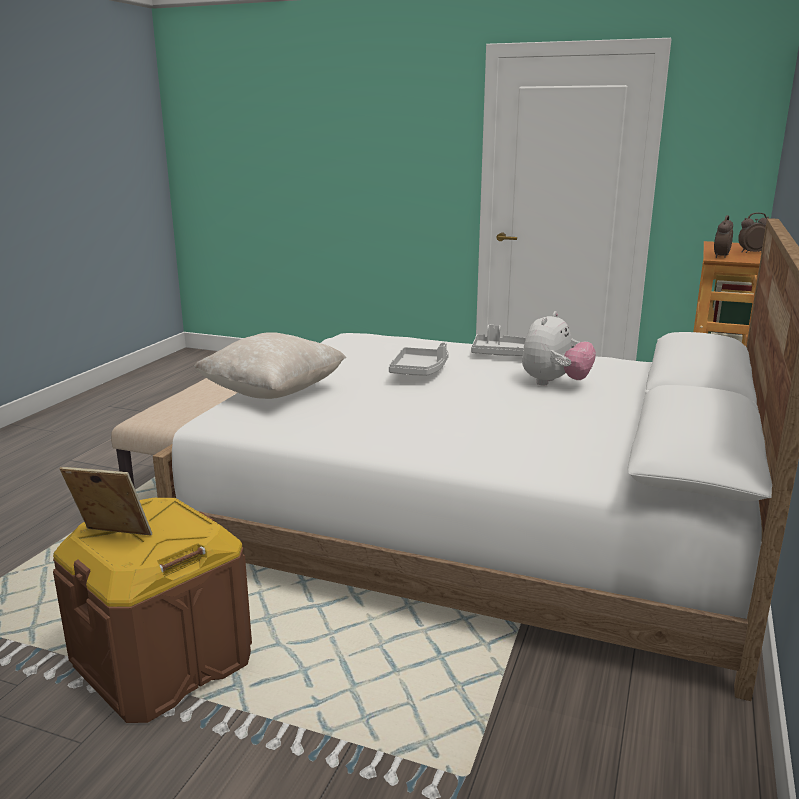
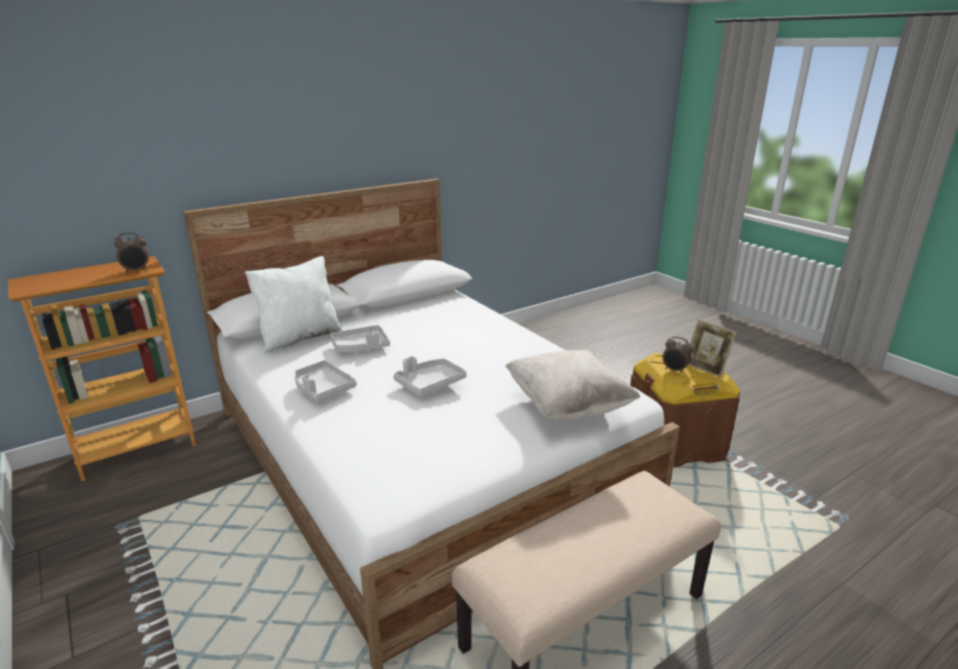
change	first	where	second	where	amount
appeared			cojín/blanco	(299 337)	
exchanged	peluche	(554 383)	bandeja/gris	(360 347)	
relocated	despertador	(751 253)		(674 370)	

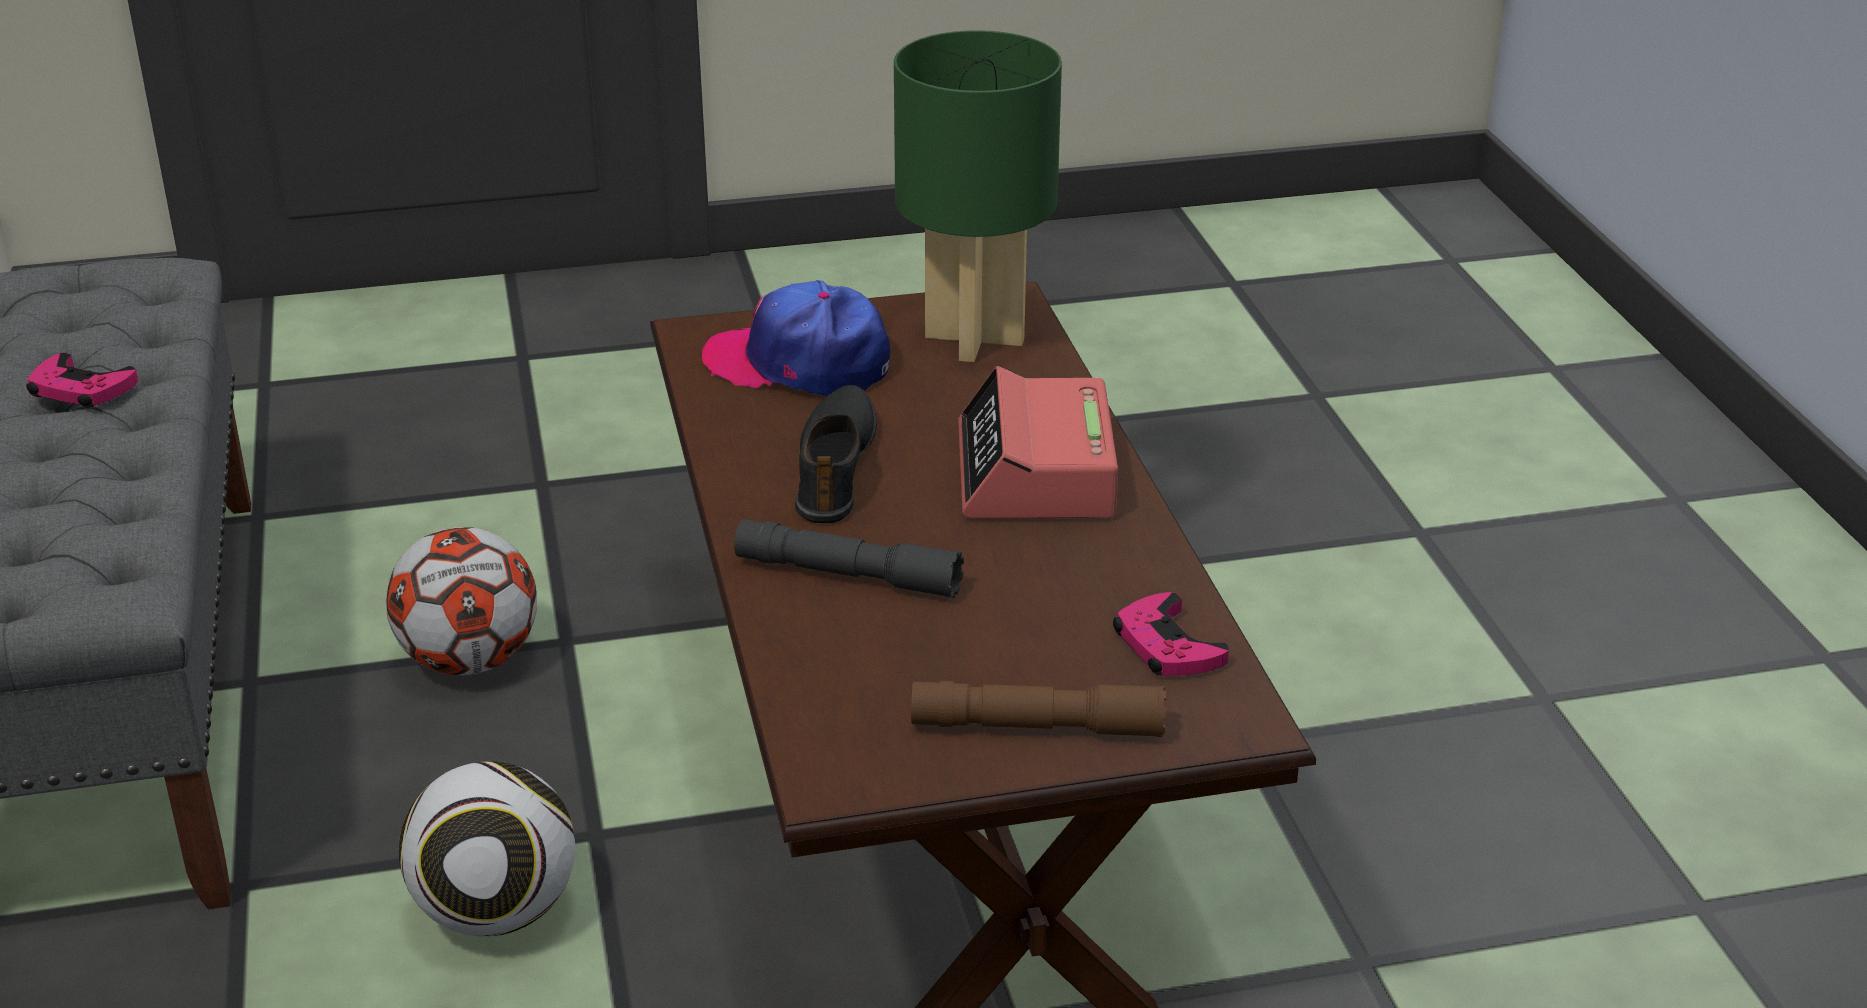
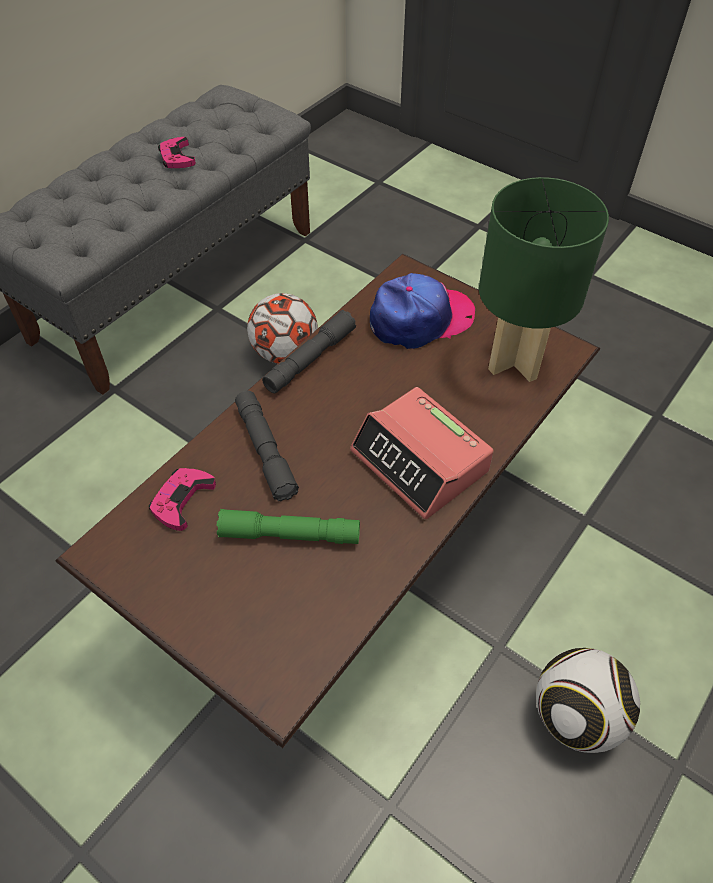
change	first	where	second	where	amount
relocated	mando de consola/rosa	(1167 646)		(182 500)	
appeared			linterna/verde	(290 534)	
appeared			linterna/gris	(310 359)	
spun	despertador	(1036 473)		(420 462)	90 degrees counterclockwise
spun	gorra	(799 363)		(420 319)	90 degrees clockwise
relocated	balón de fútbol	(496 912)		(576 715)	
missing	zapato/negro	(837 467)			
missing	linterna/marrón	(1037 727)			

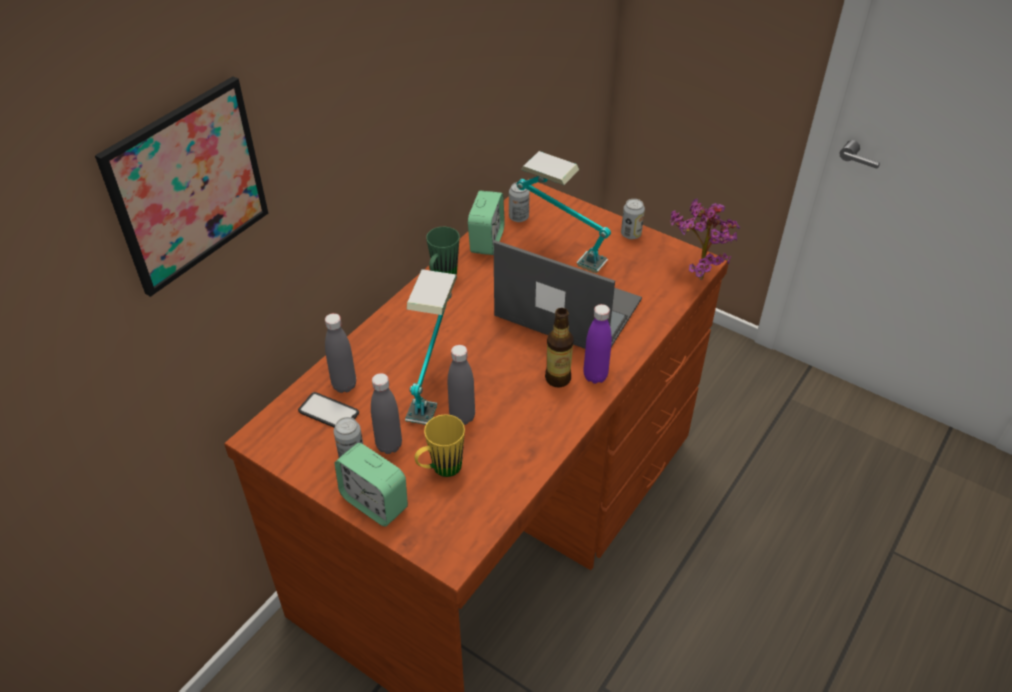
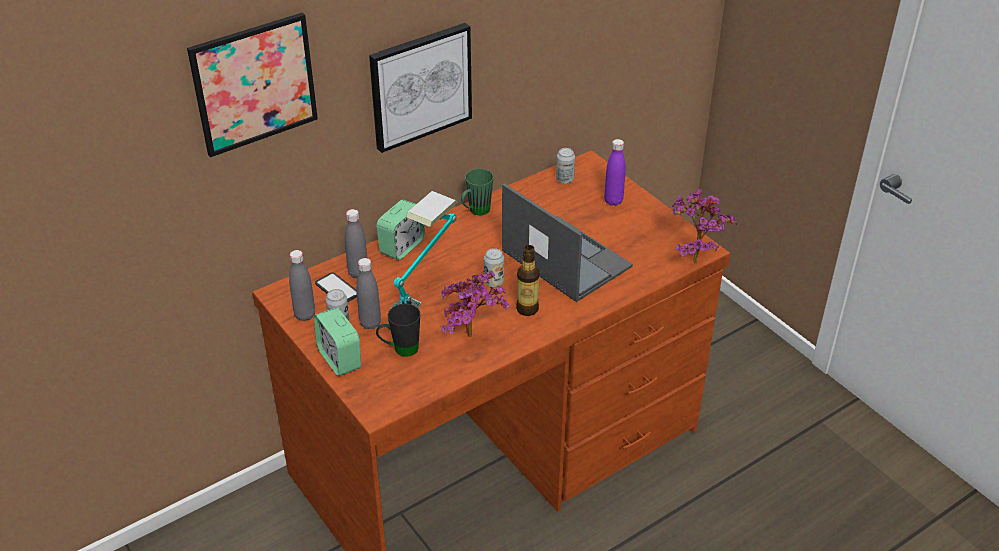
change	first	where	second	where	amount
relocated	botella/gris	(462 417)		(305 315)	
appeared			cuadro	(420 86)	
relocated	despertador	(487 241)		(402 247)	
colour	taza grande/amarillo	(440 469)	taza grande/negro	(400 350)	
appeared			planta en maceta	(473 338)	
relocated	lata	(631 234)		(494 282)	
relocated	botella/morado	(595 376)		(613 201)	
missing	lámpara de mesa	(560 251)			

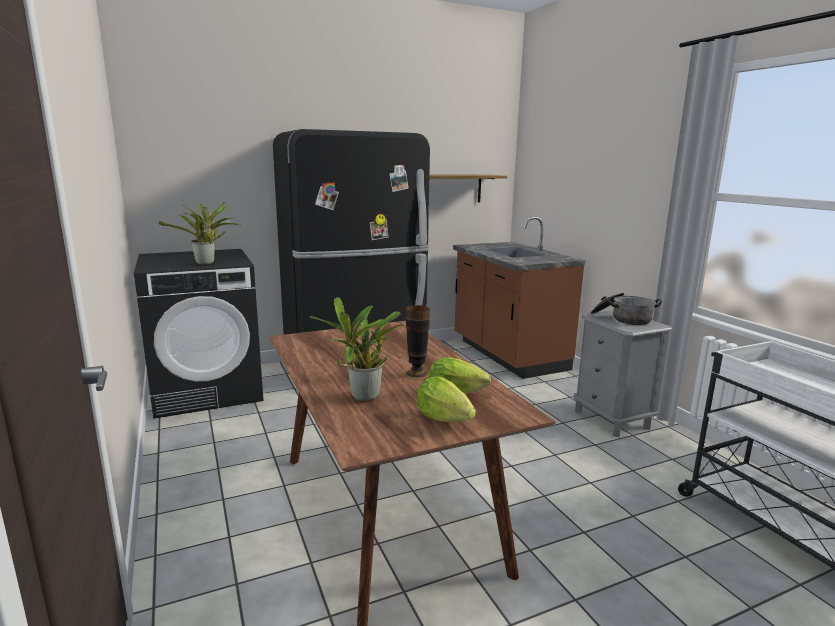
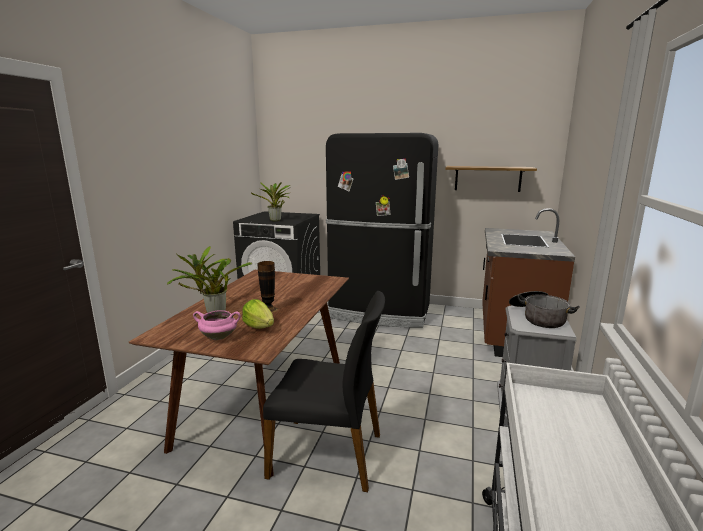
change	first	where	second	where	amount
exchanged	lechuga	(443 418)	olla/rosa	(219 337)	
appeared			silla/negro	(328 454)	

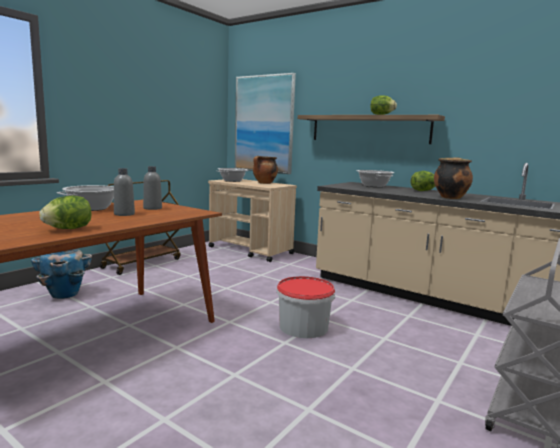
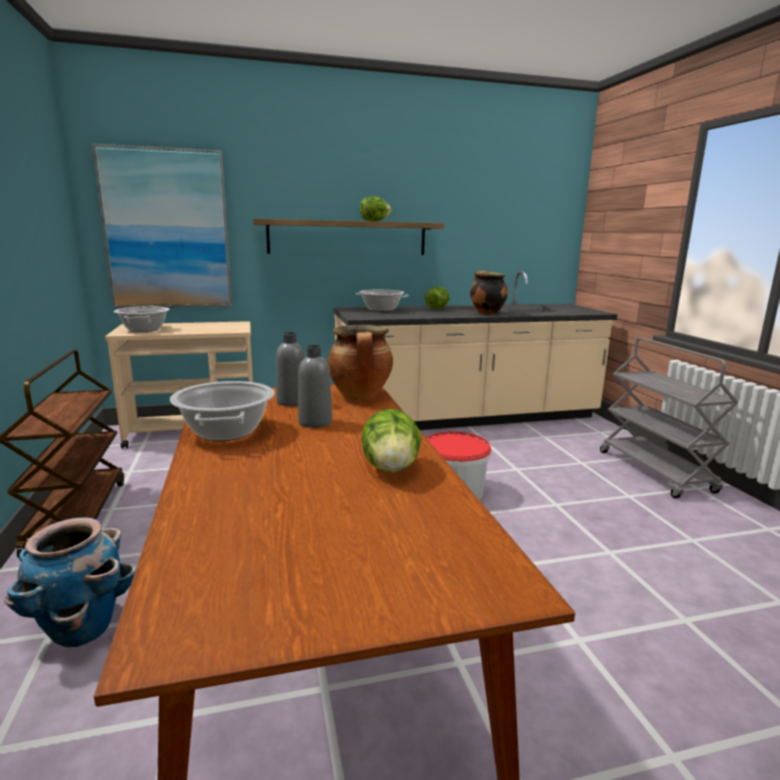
change	first	where	second	where	amount
relocated	olla	(264 183)		(361 397)	

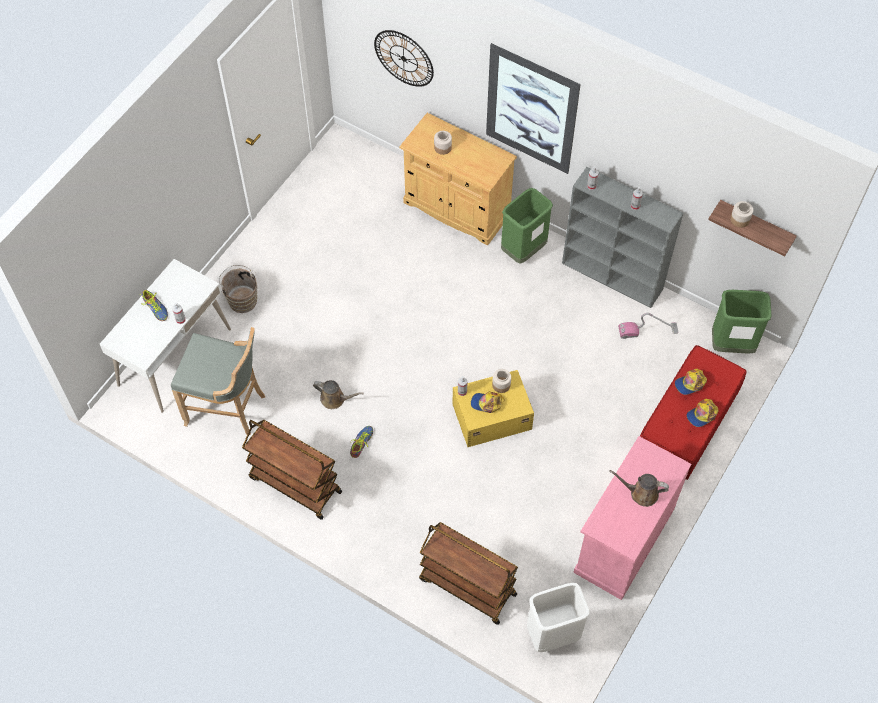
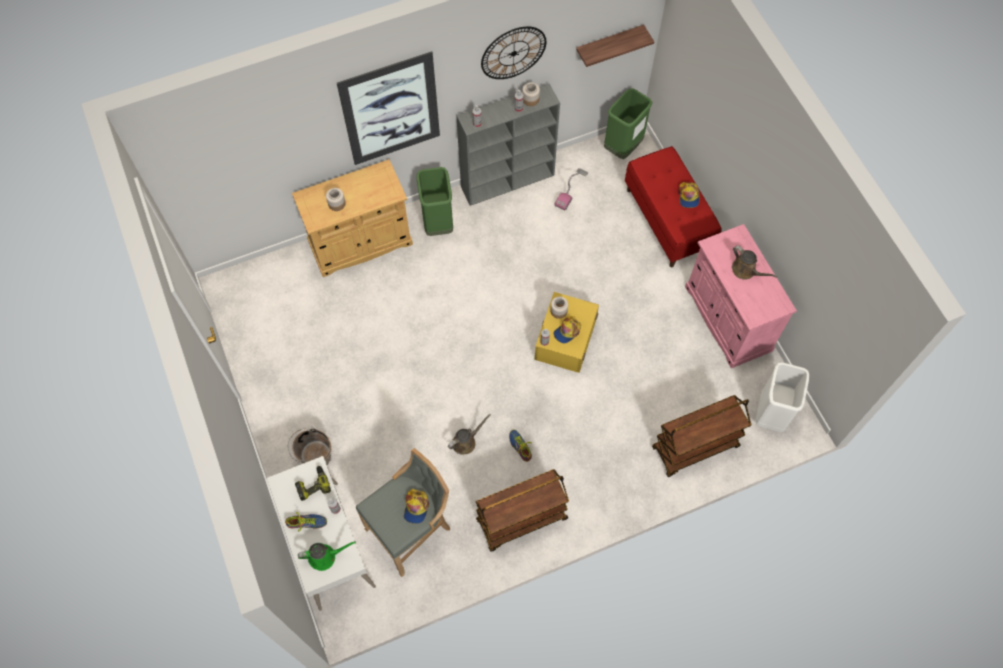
change	first	where	second	where	amount
appeared			taladro	(313 485)	
appeared			regadera/verde	(325 556)	
relocated	gorra	(690 383)		(416 507)	
relocated	reloj de pared	(403 58)		(513 53)	
relocated	tarro	(739 219)		(530 99)	
spun	regadera/marrón	(641 493)		(745 270)	90 degrees counterclockwise

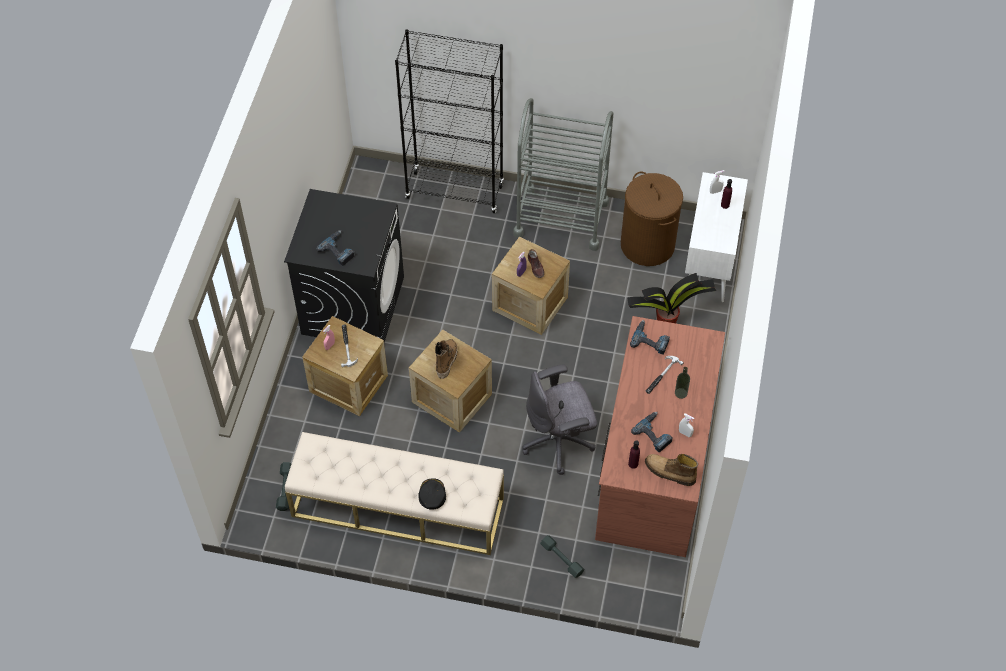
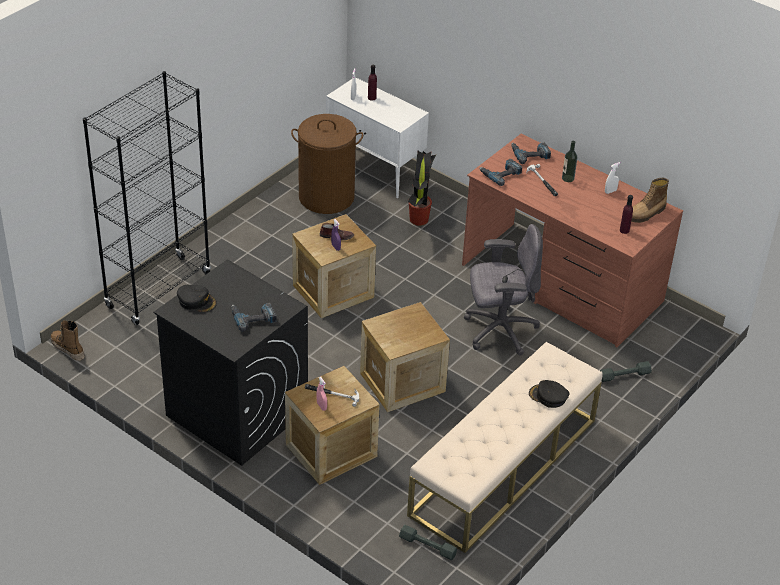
change	first	where	second	where	amount
relocated	bota	(446 361)		(67 349)	
appeared			gorra/negro	(197 301)	
spun	silla de oficina/gris	(559 441)		(499 330)	105 degrees counterclockwise
relocated	taladro	(654 433)		(530 154)	
missing	carrito/gris	(561 218)			

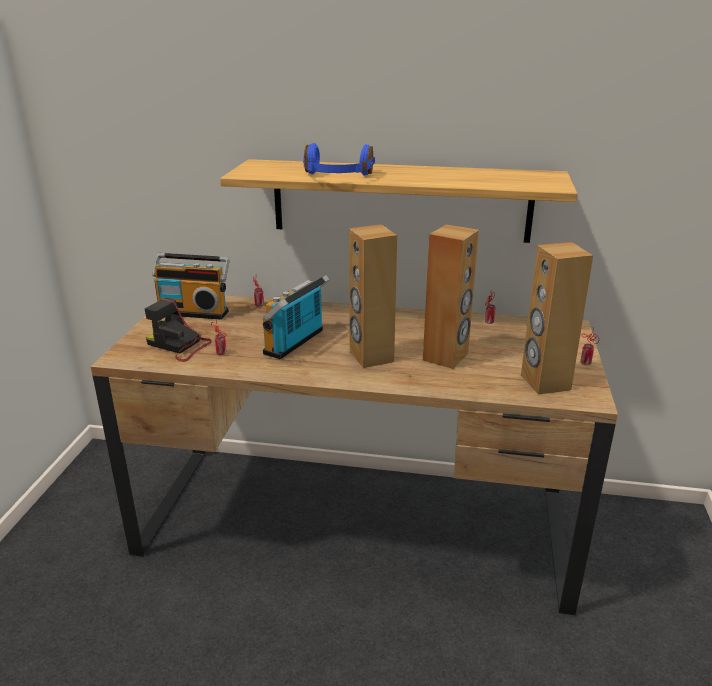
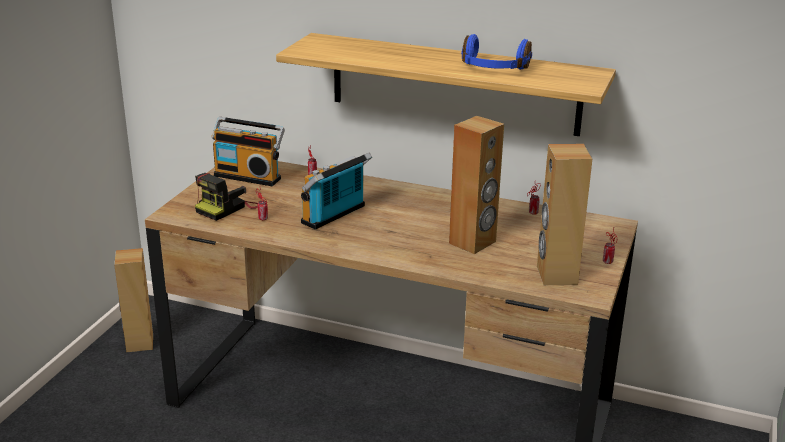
change	first	where	second	where	amount
relocated	altavoz/marrón	(370 357)		(139 343)	
spun	cámara	(179 346)		(227 208)	90 degrees counterclockwise
relocated	auriculares/azul	(337 177)		(493 69)	

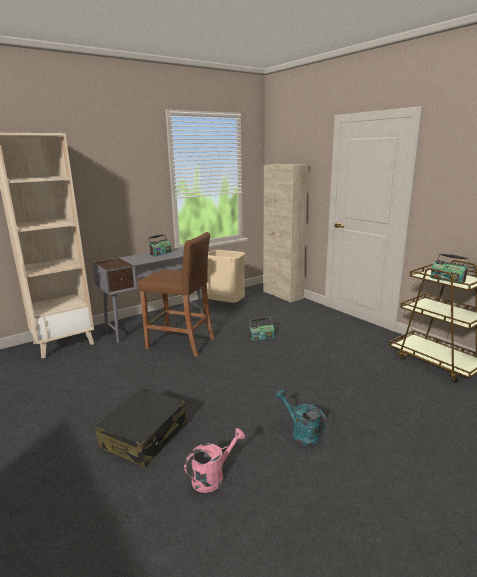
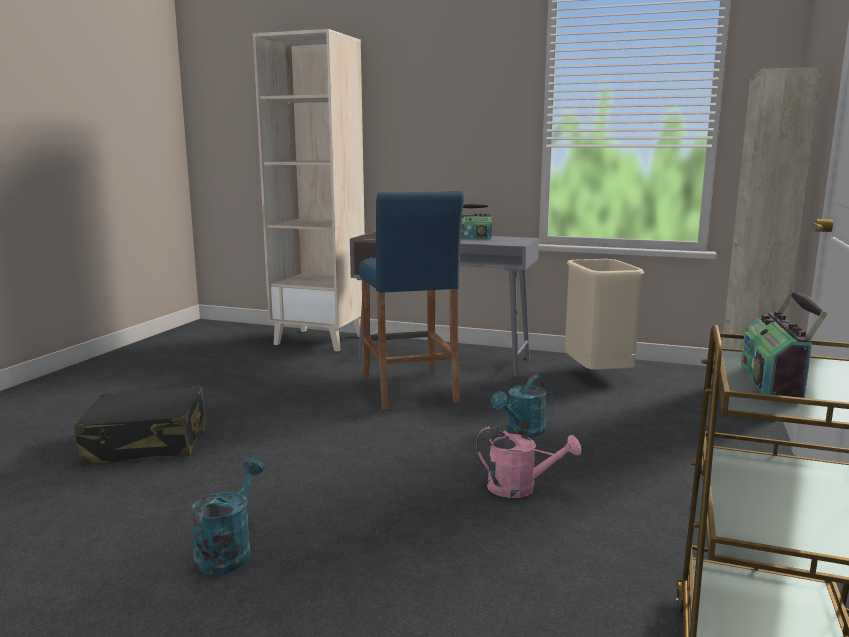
change	first	where	second	where	amount
colour	taburete/marrón	(180 343)	taburete/azul	(409 389)	
relocated	regadera/rosa	(213 477)		(520 488)	
exchanged	radio	(261 337)	regadera/turquesa	(522 432)	

